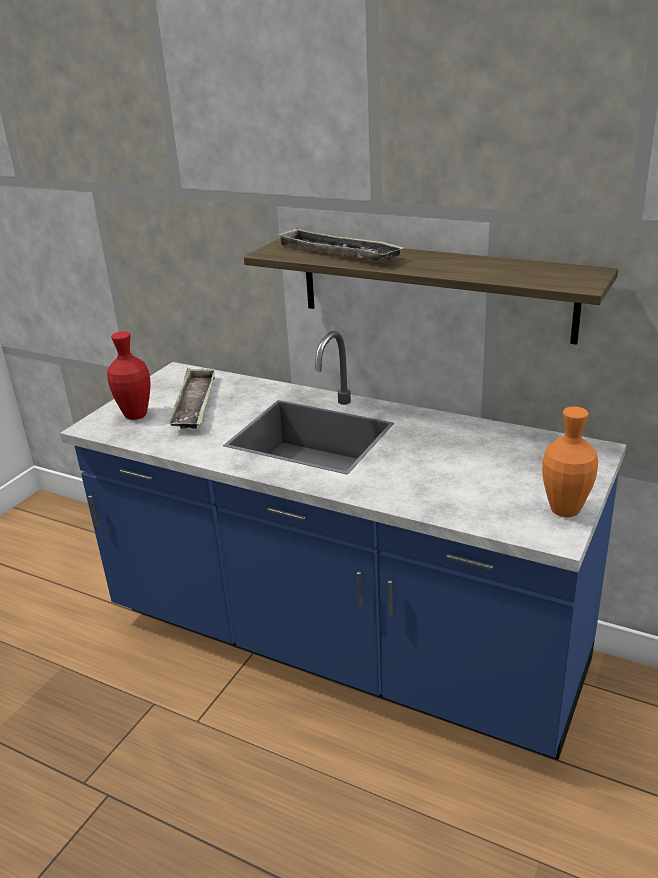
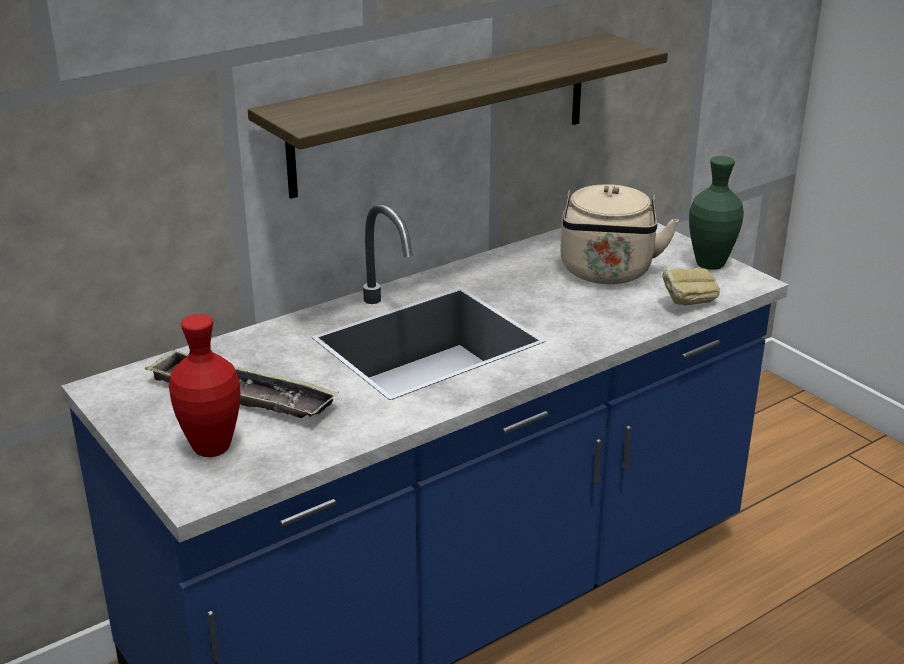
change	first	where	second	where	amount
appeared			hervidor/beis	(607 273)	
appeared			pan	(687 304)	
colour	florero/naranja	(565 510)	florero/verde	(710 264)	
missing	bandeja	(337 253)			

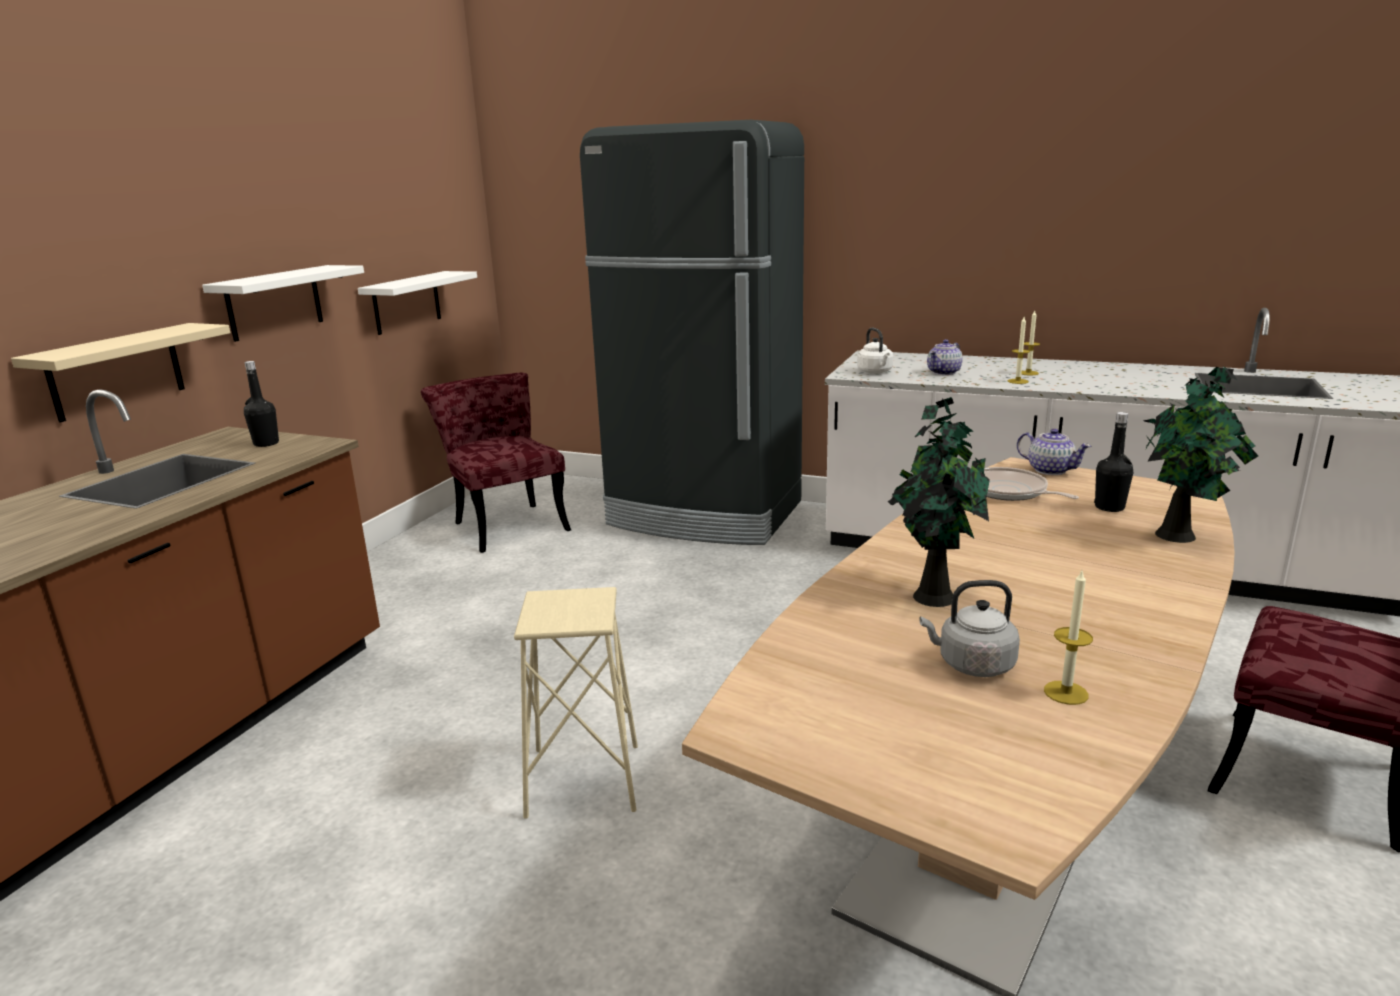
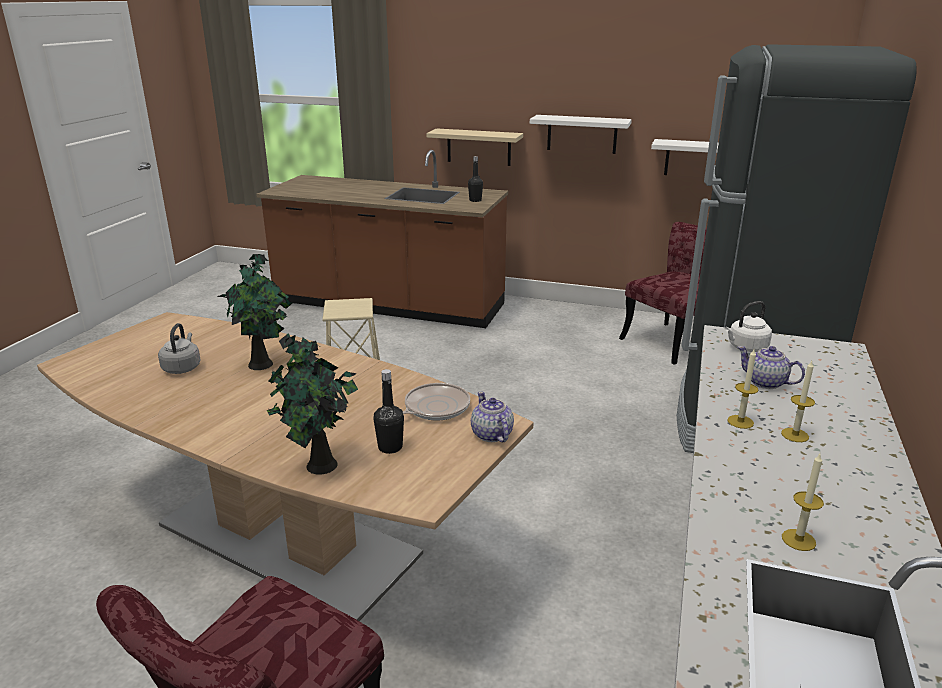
change	first	where	second	where	amount
spun	tetera	(1050 470)		(491 435)	120 degrees clockwise
relocated	vela	(1066 692)		(798 540)	

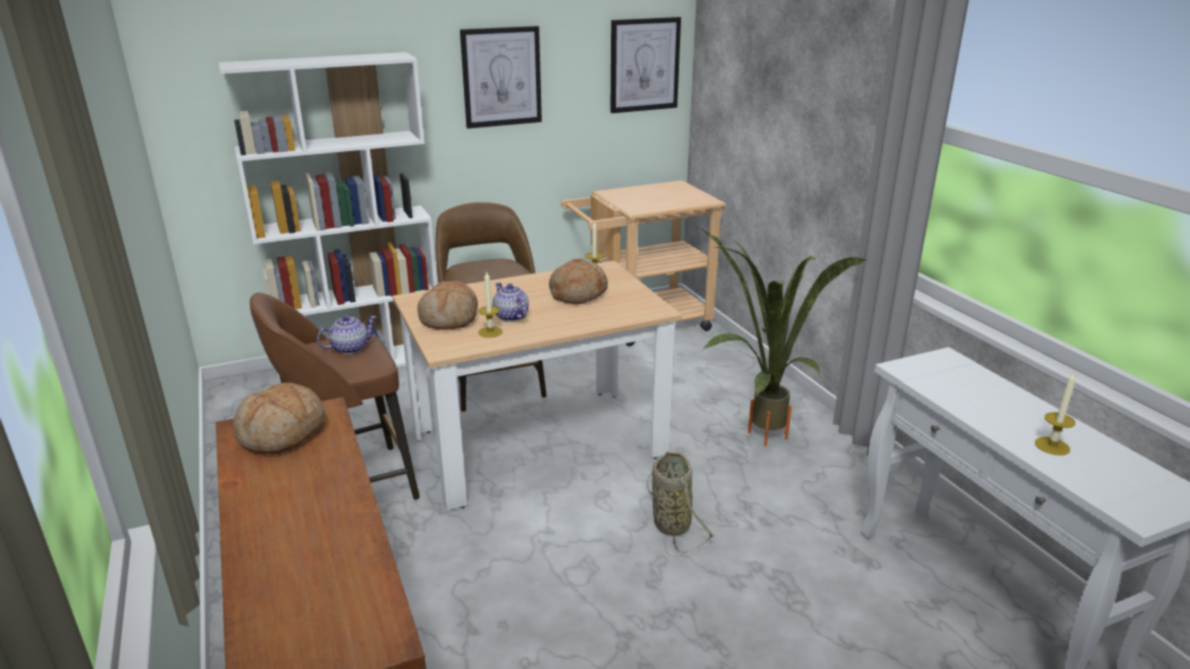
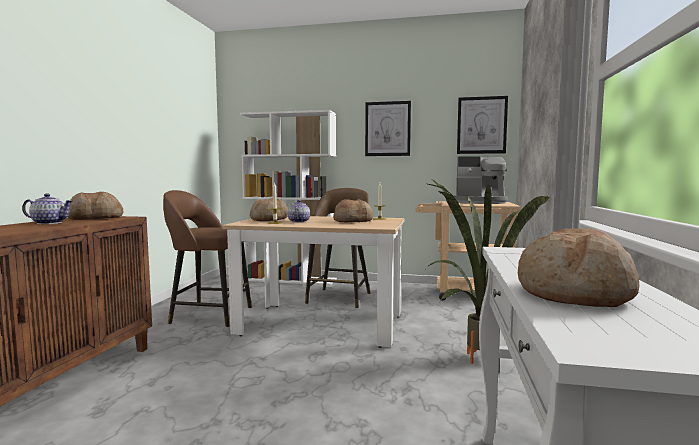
change	first	where	second	where	amount
relocated	tetera	(349 348)		(49 223)	
appeared			cafetera	(479 202)	
exchanged	vela	(1052 446)	pan	(574 293)	
missing	cesta	(670 522)			

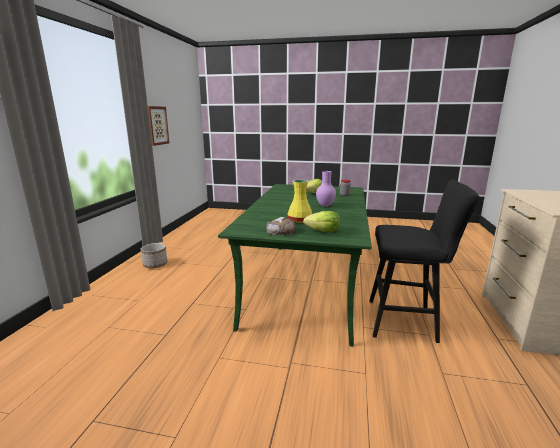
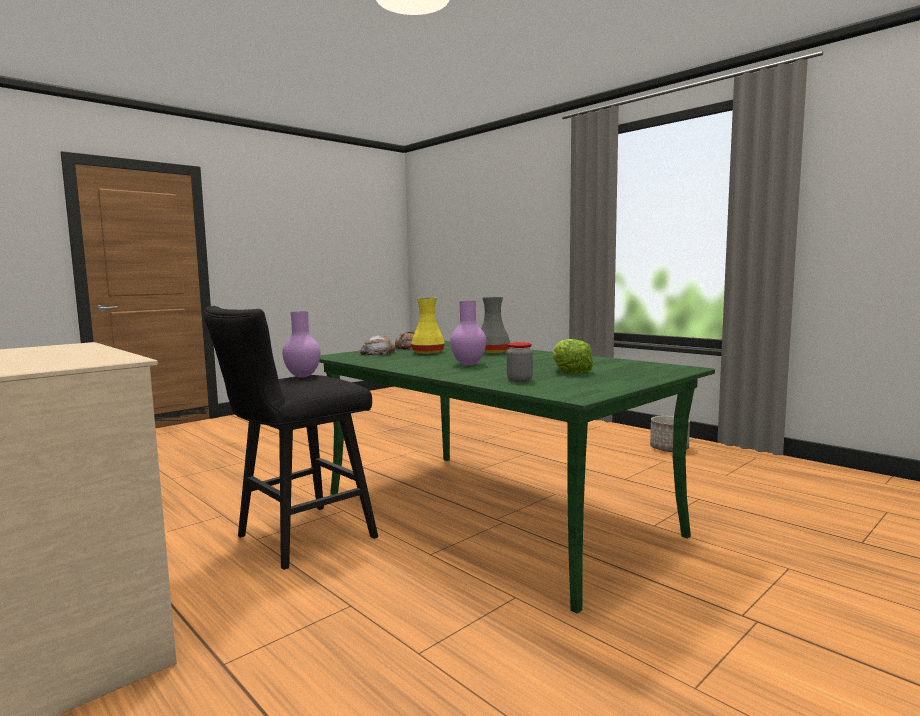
change	first	where	second	where	amount
appeared			florero/morado	(302 376)	
exchanged	lechuga	(323 231)	pan	(378 353)	
appeared			florero/gris	(493 352)	
missing	cuadro	(157 125)			

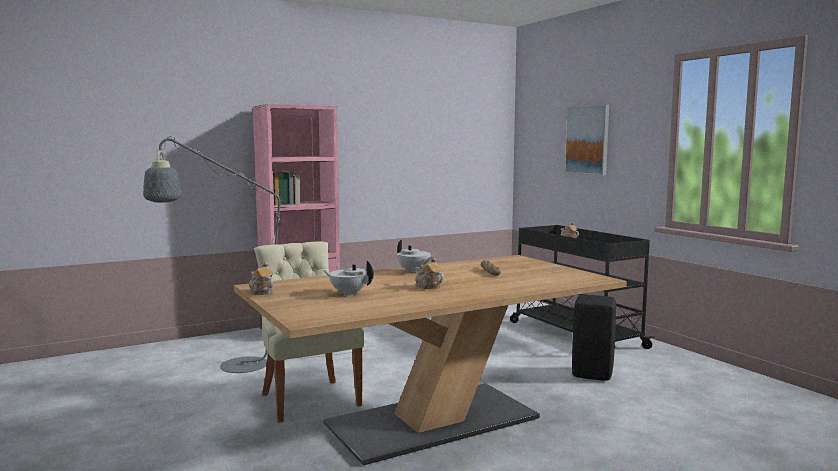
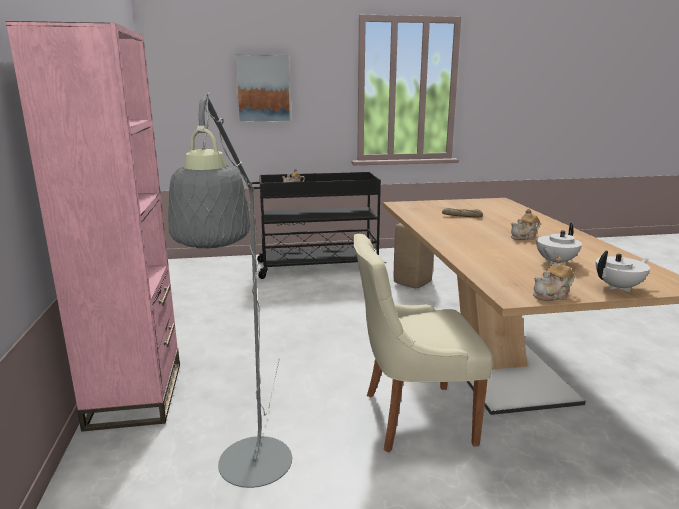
change	first	where	second	where	amount
colour	taburete/negro	(593 374)	taburete/beis	(412 282)	
relocated	tetera/blanco	(413 271)		(619 287)	

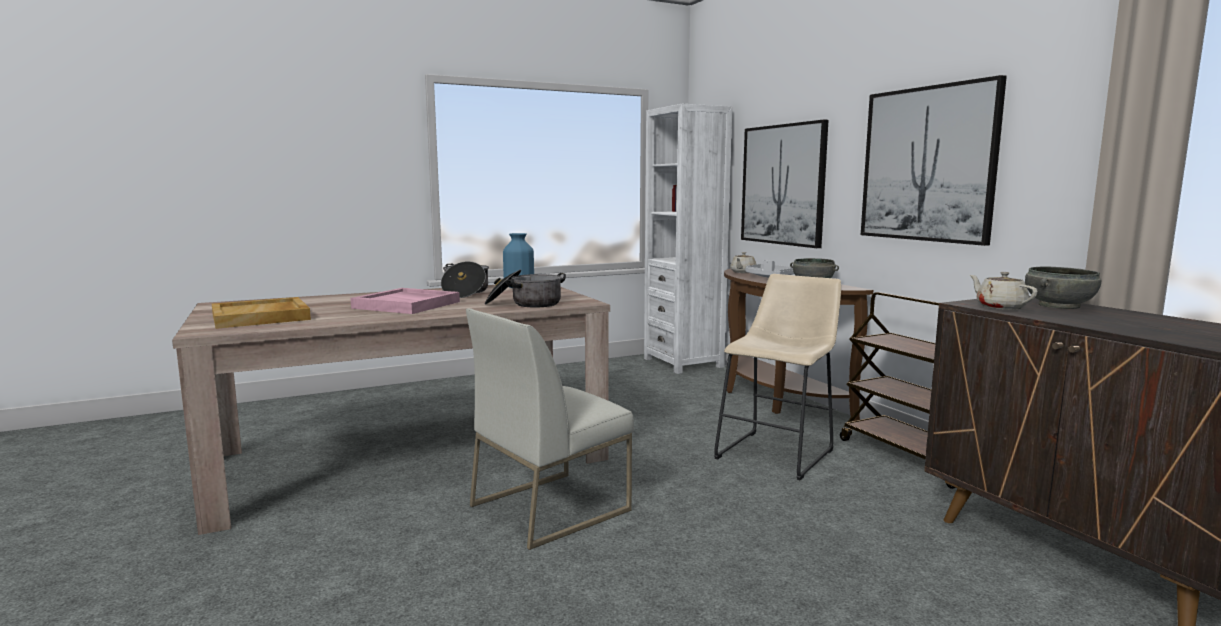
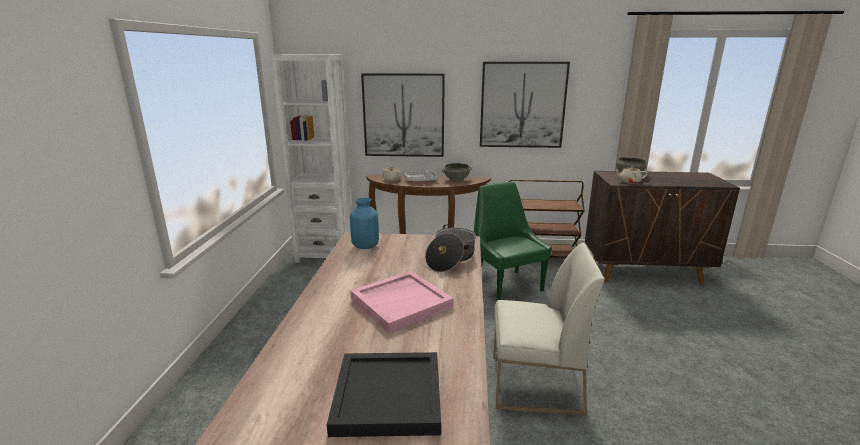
change	first	where	second	where	amount
colour	bandeja/beis	(261 317)	bandeja/negro	(389 395)	
exchanged	taburete/beis	(778 452)	silla/verde	(506 285)	
spun	silla/blanco	(550 507)		(535 384)	75 degrees counterclockwise
missing	olla	(465 292)			

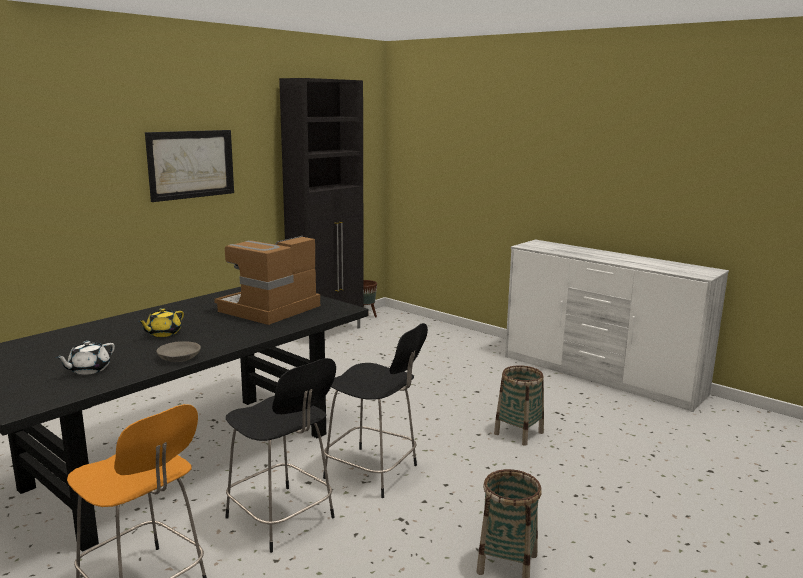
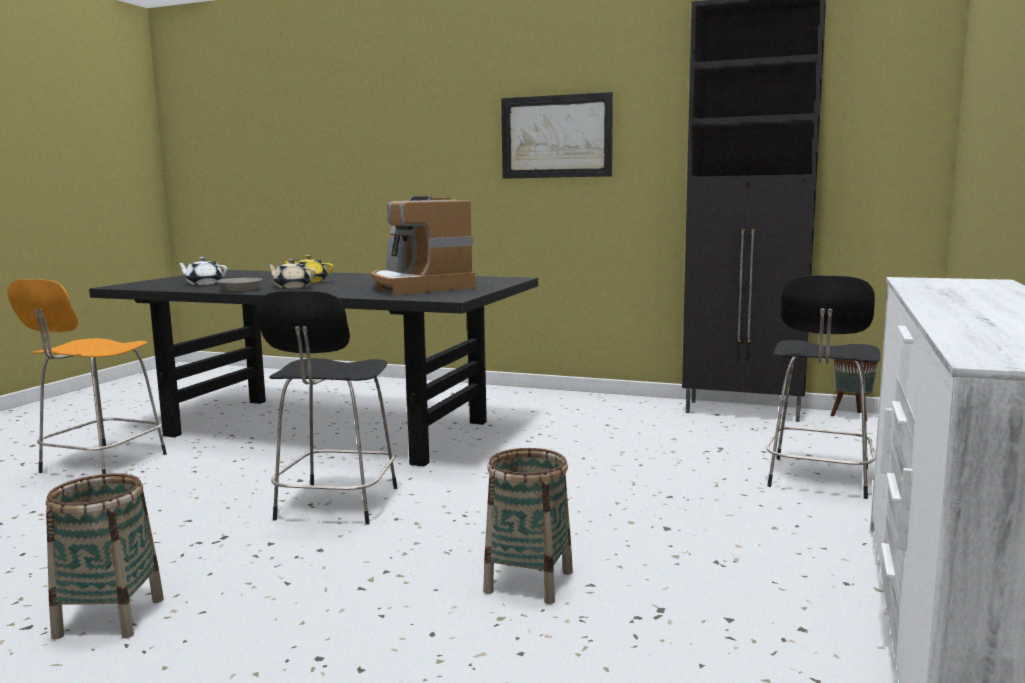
change	first	where	second	where	amount
appeared			tetera/beis	(292 287)	
spun	cafetera	(269 309)		(417 287)	135 degrees counterclockwise
relocated	taburete/negro	(282 519)		(818 479)	

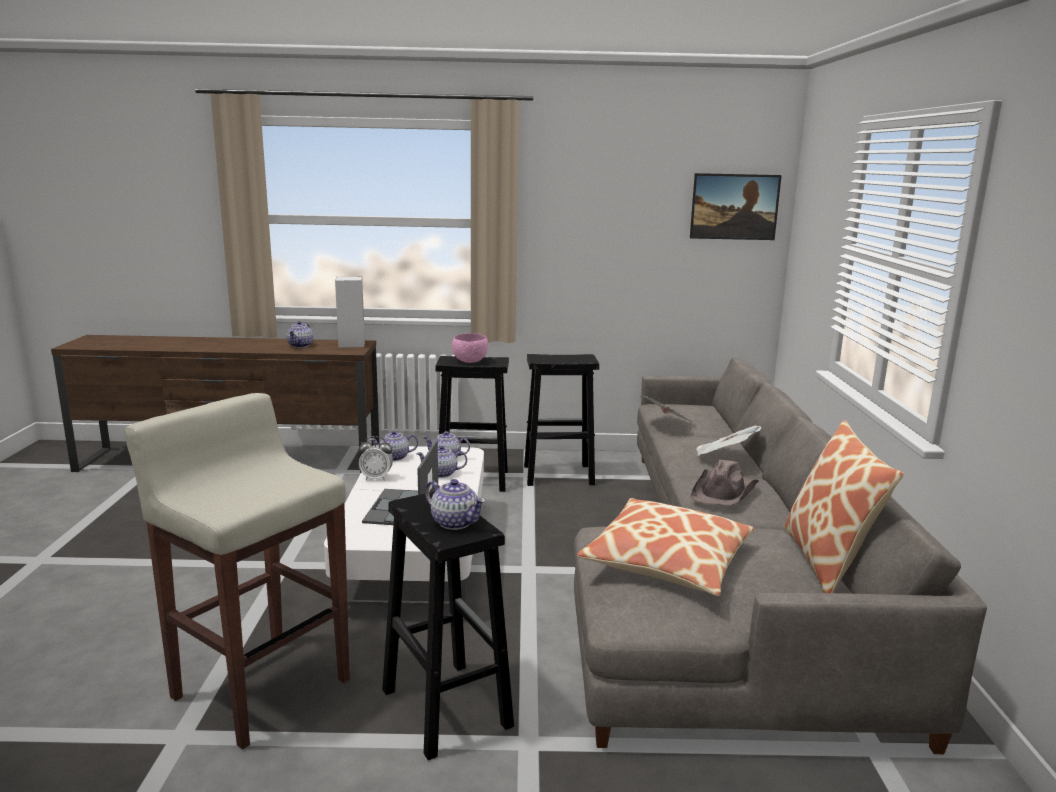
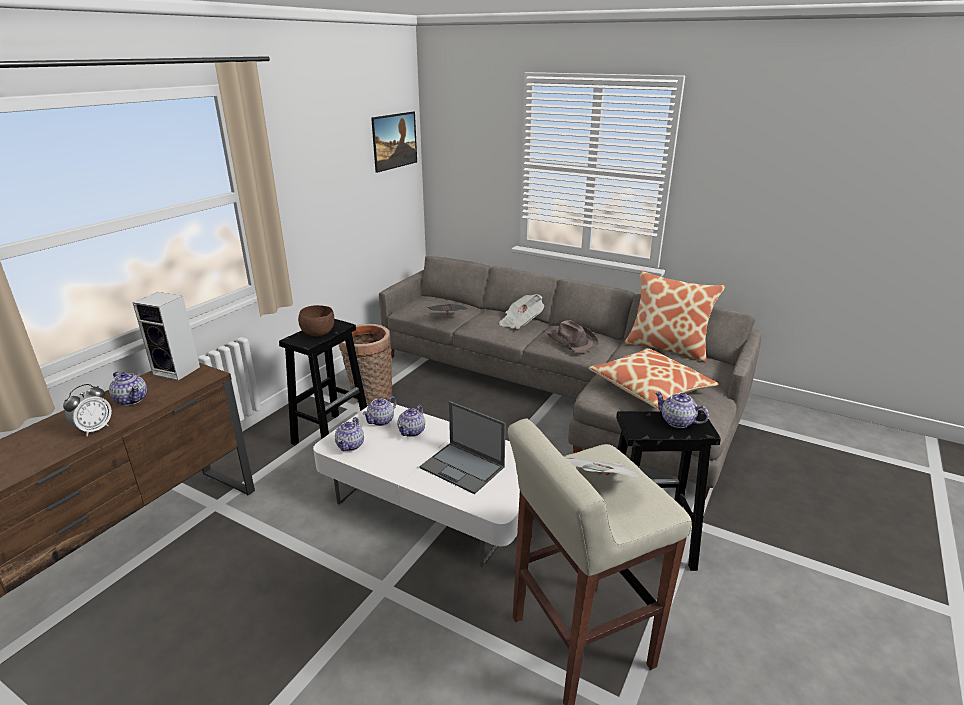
change	first	where	second	where	amount
relocated	despertador	(376 478)		(94 429)	
colour	cuenco/rosa	(471 361)	cuenco/marrón	(319 333)	
exchanged	taburete/negro	(557 475)	cesta	(370 396)	
appeared			periódico	(599 484)	
spun	tetera	(454 522)		(678 422)	120 degrees counterclockwise

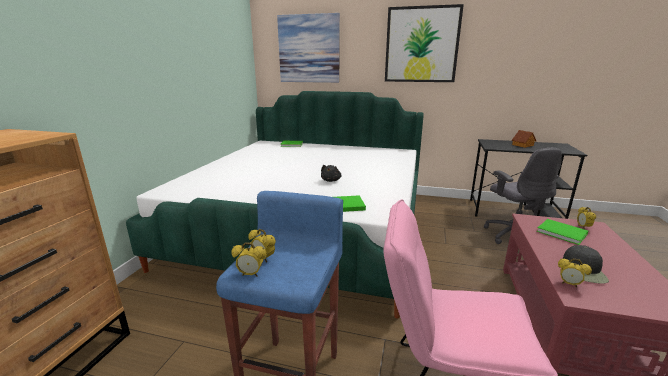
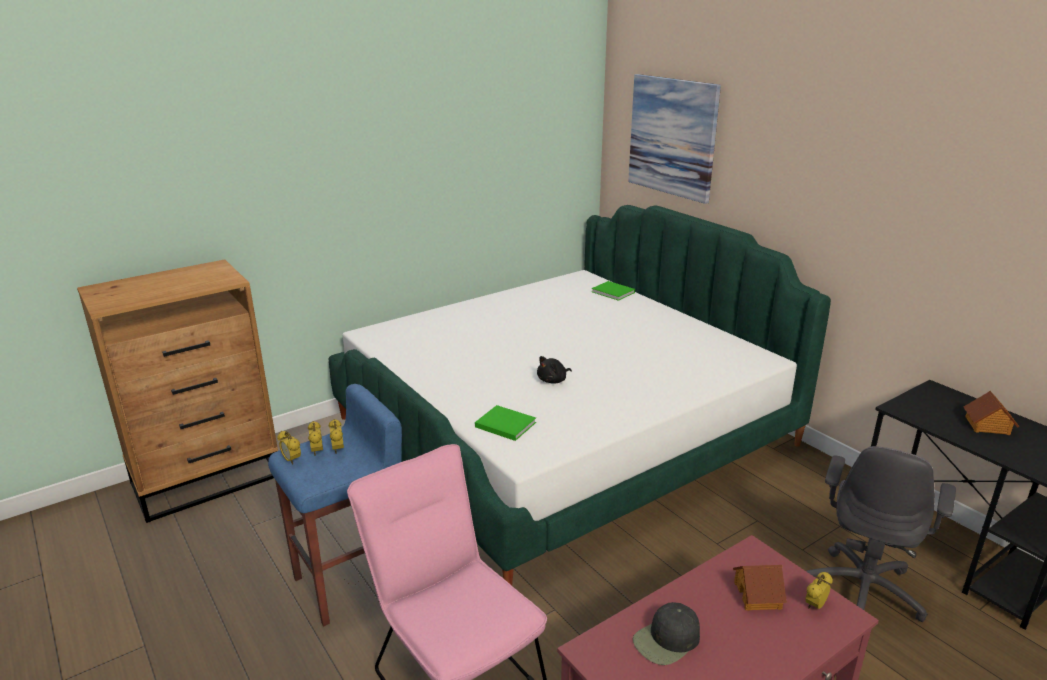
change	first	where	second	where	amount
relocated	despertador	(569 284)		(338 449)	
exchanged	libro/verde	(563 233)	casita	(758 595)	
missing	cuadro	(421 45)			

